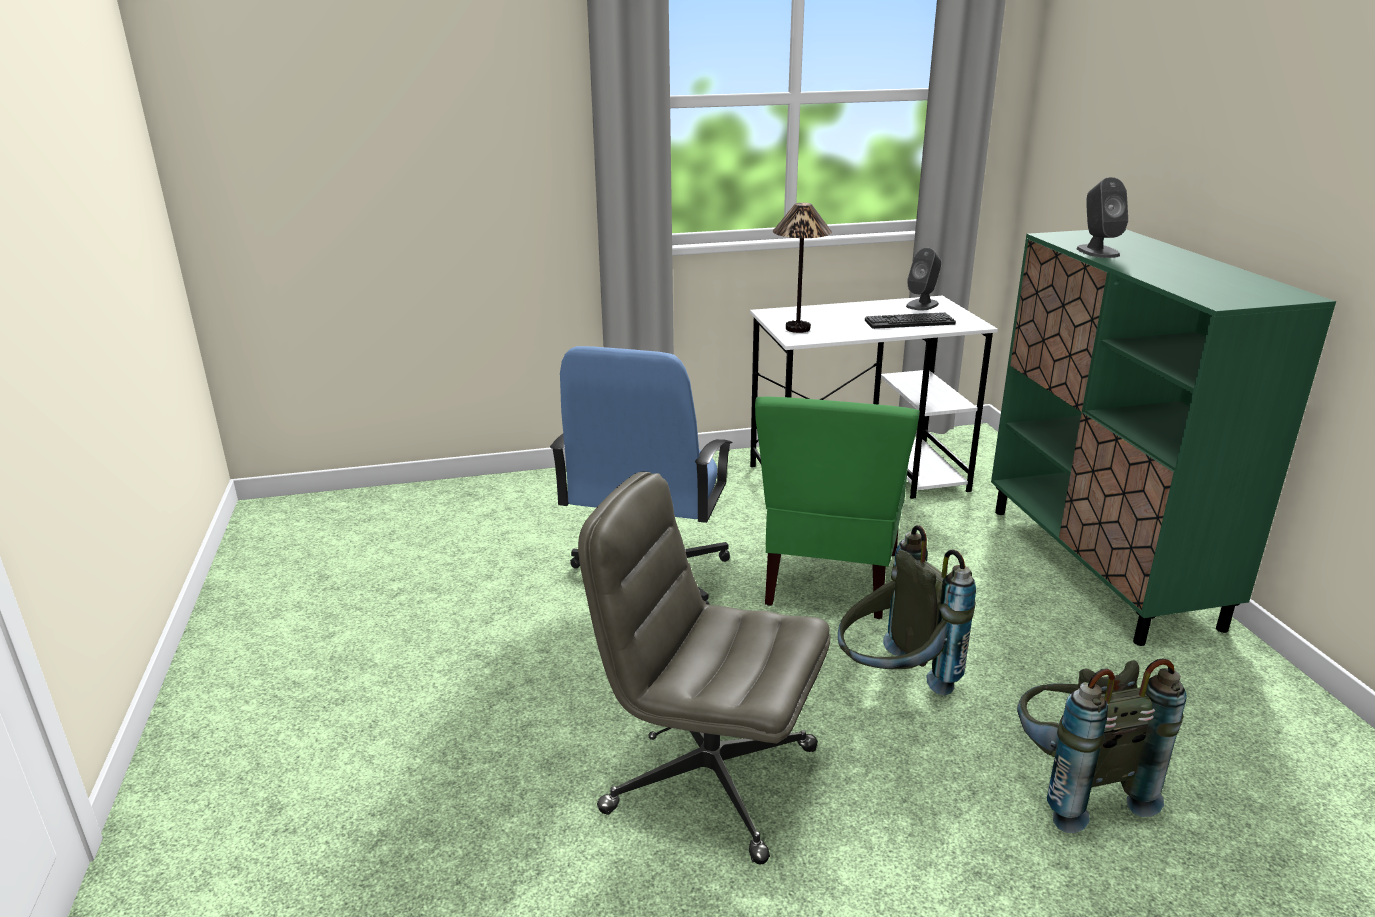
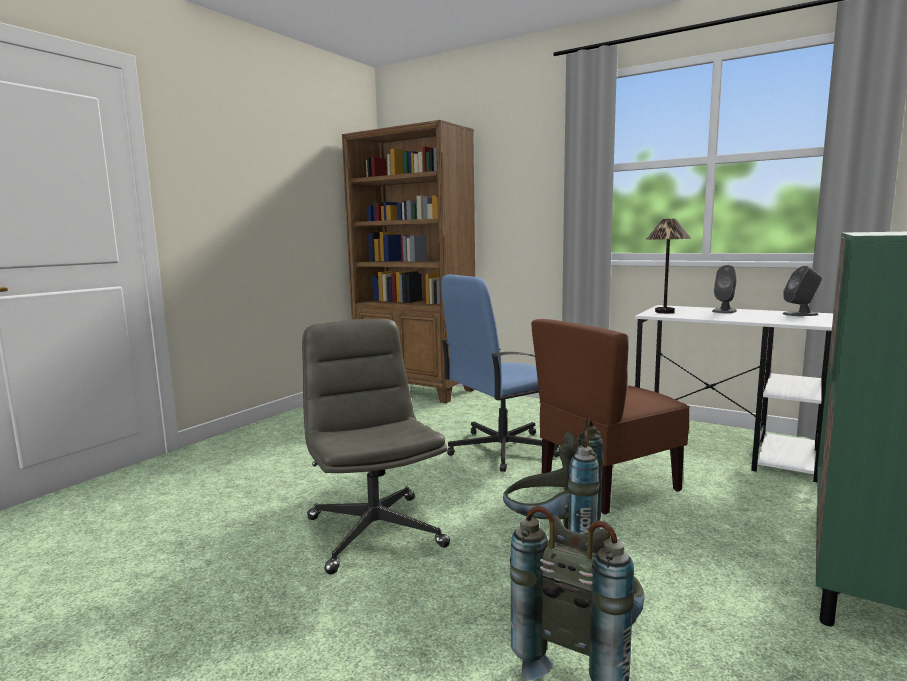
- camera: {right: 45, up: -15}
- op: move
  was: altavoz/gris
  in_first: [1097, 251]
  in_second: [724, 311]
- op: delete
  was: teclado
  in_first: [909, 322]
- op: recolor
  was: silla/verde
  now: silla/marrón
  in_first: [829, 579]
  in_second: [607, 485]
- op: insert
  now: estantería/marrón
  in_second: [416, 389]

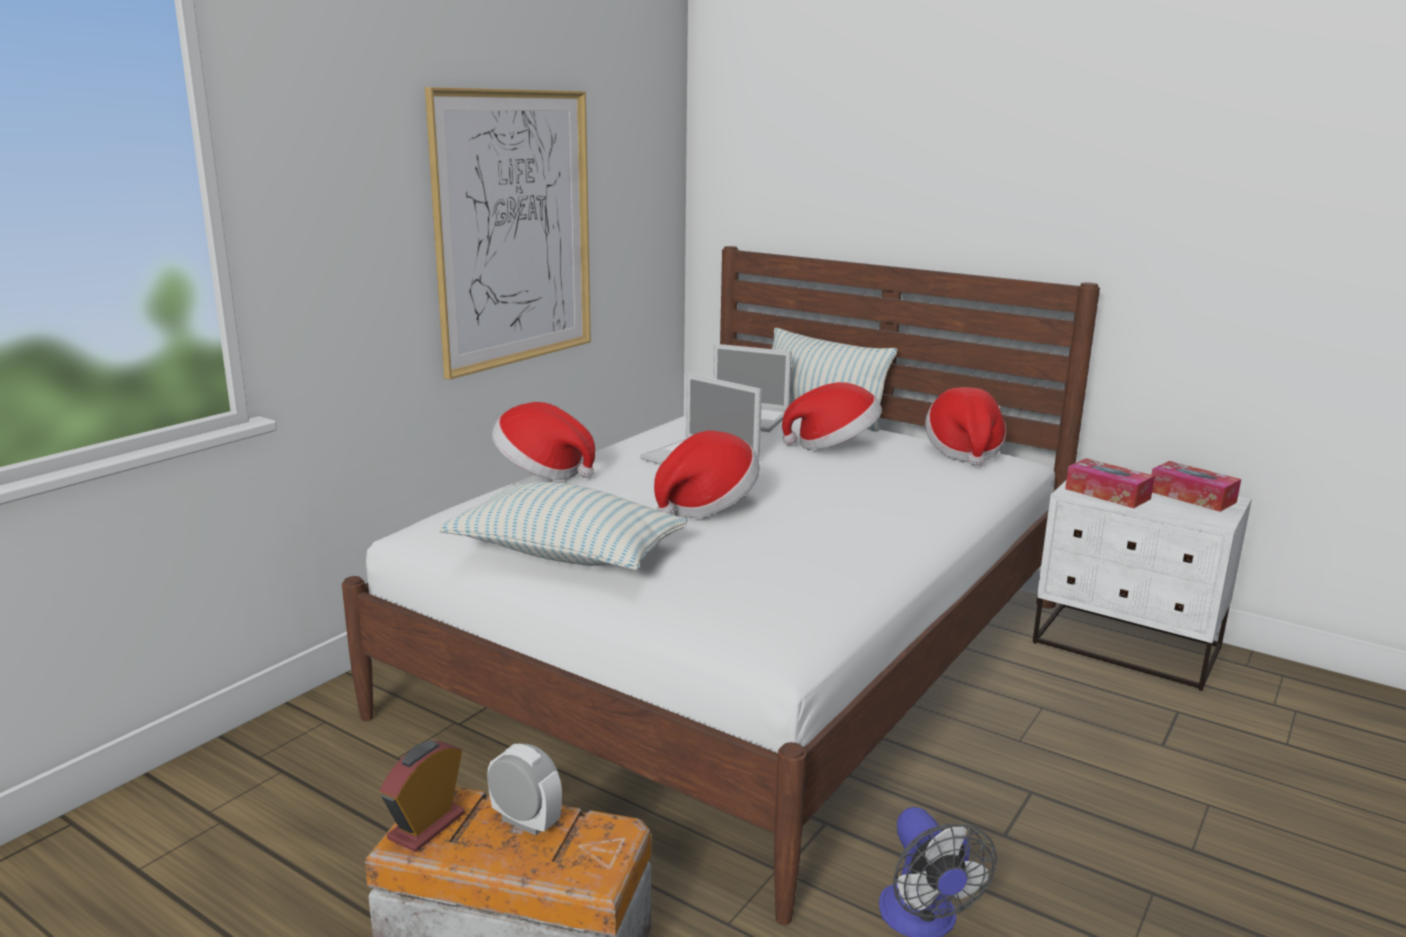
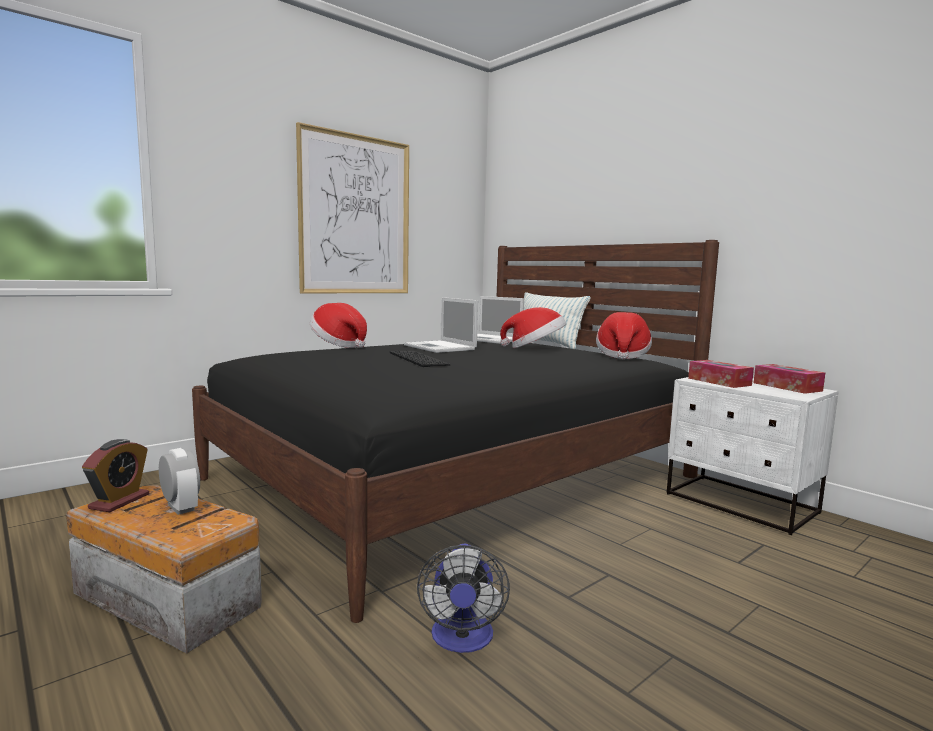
- camera: {right: 15, up: -10}
- op: recolor
  was: cama/blanco
  now: cama/negro
  in_first: [744, 655]
  in_second: [456, 478]
- op: replace
  was: sombrero
  now: teclado
  in_first: [706, 506]
  in_second: [416, 359]
- op: delete
  was: cojín
  in_first: [566, 555]
- op: rotate
  was: despertador
  in_first: [426, 826]
  in_second: [119, 501]
  clockwise: 150

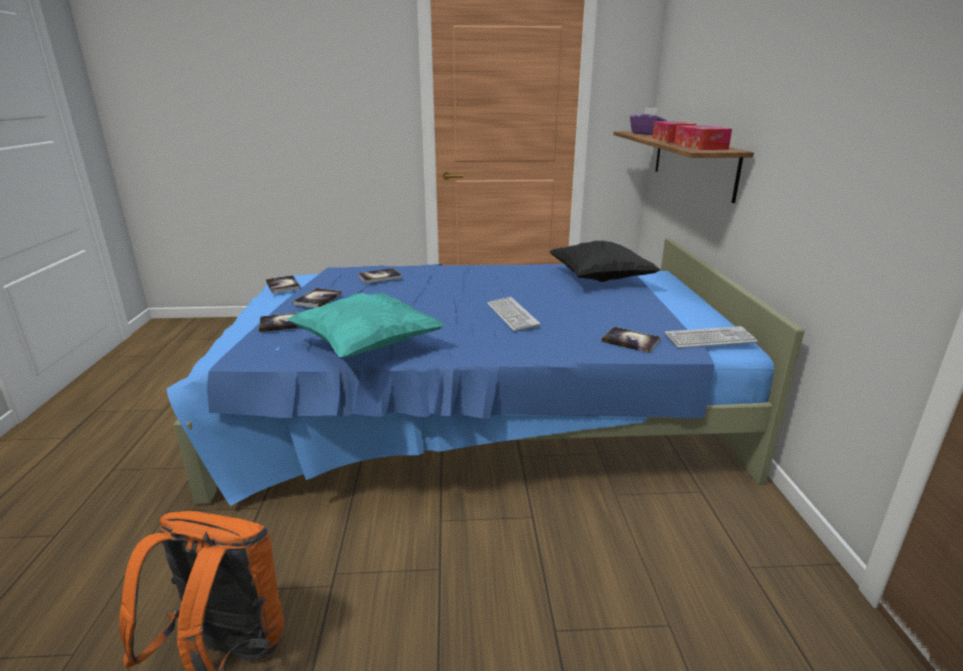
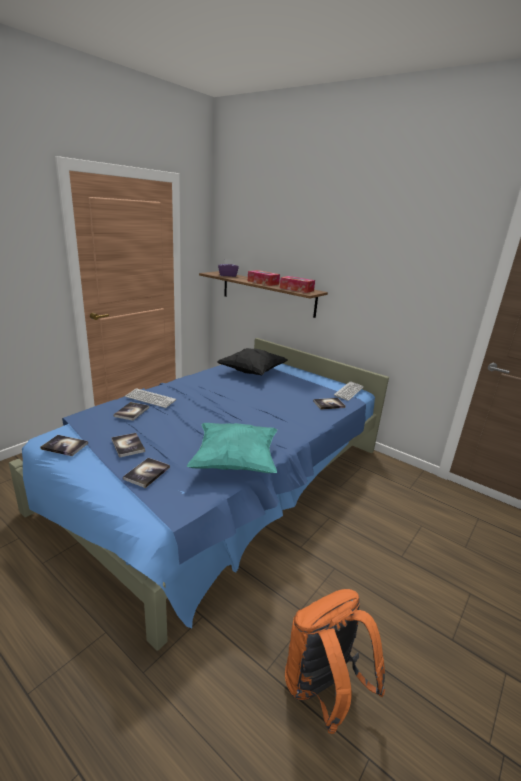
- camera: {right: -50, up: 0}
- op: move
  was: teclado
  in_first: [512, 315]
  in_second: [150, 399]

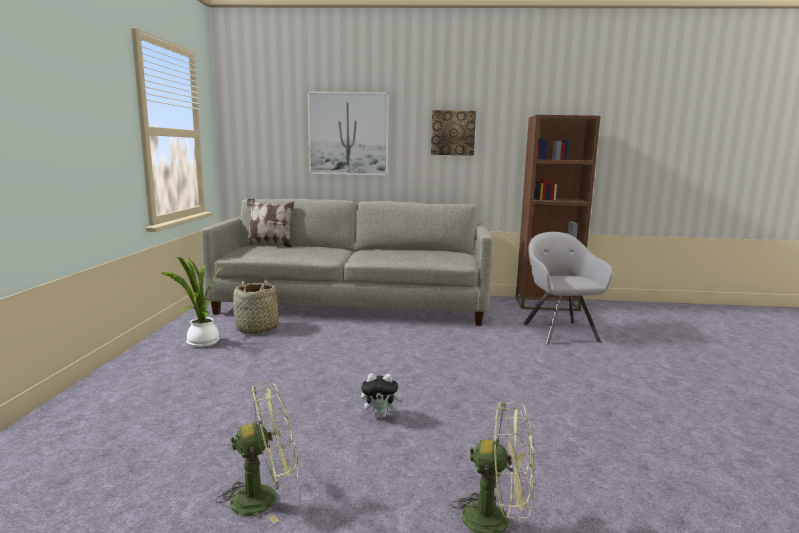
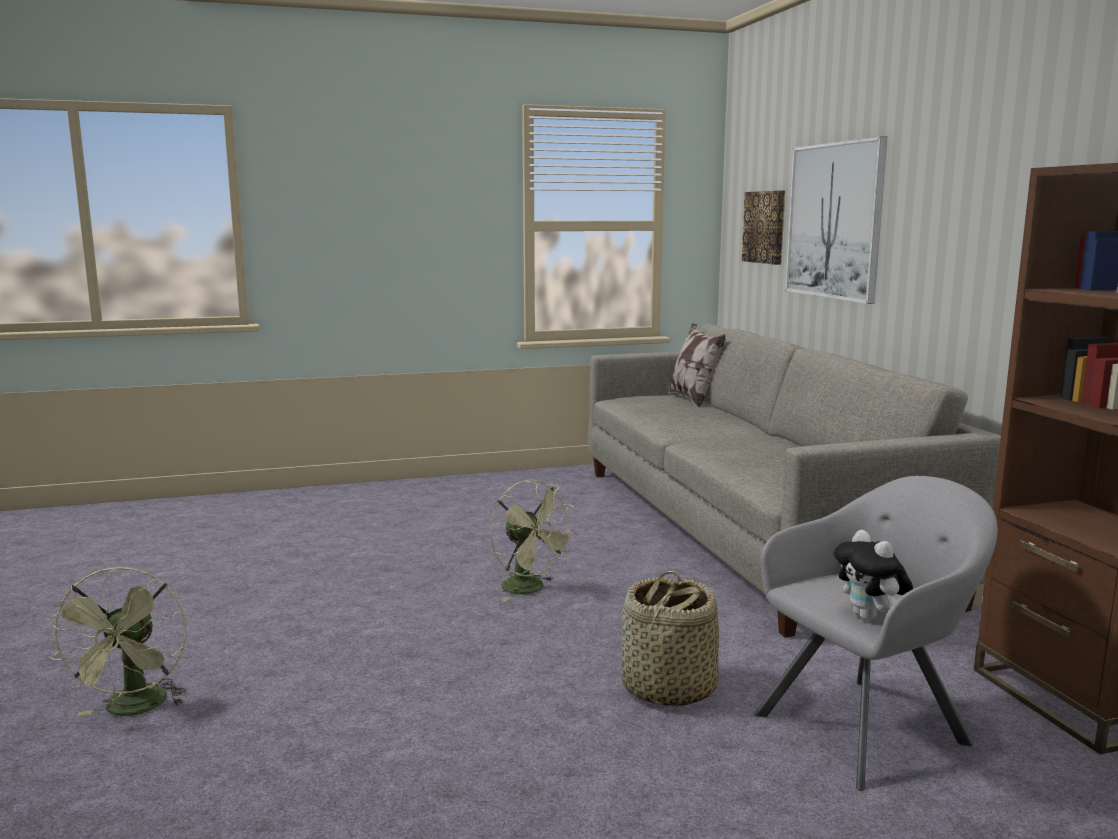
- camera: {right: 70, up: 0}
- op: move
  was: cuadro
  in_first: [453, 133]
  in_second: [765, 227]
- op: delete
  was: planta en maceta
  in_first: [201, 343]
- op: move
  was: cesta
  in_first: [257, 329]
  in_second: [667, 688]
- op: move
  was: peluche
  in_first: [380, 415]
  in_second: [869, 617]
- op: move
  was: ventilador/verde
  in_first: [265, 497]
  in_second: [530, 589]

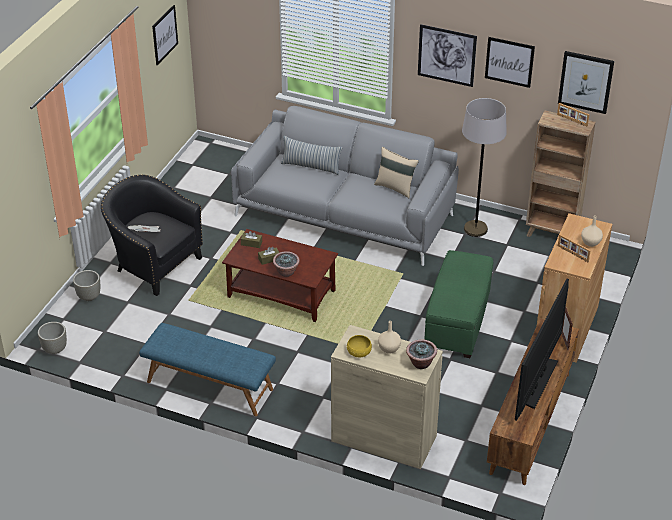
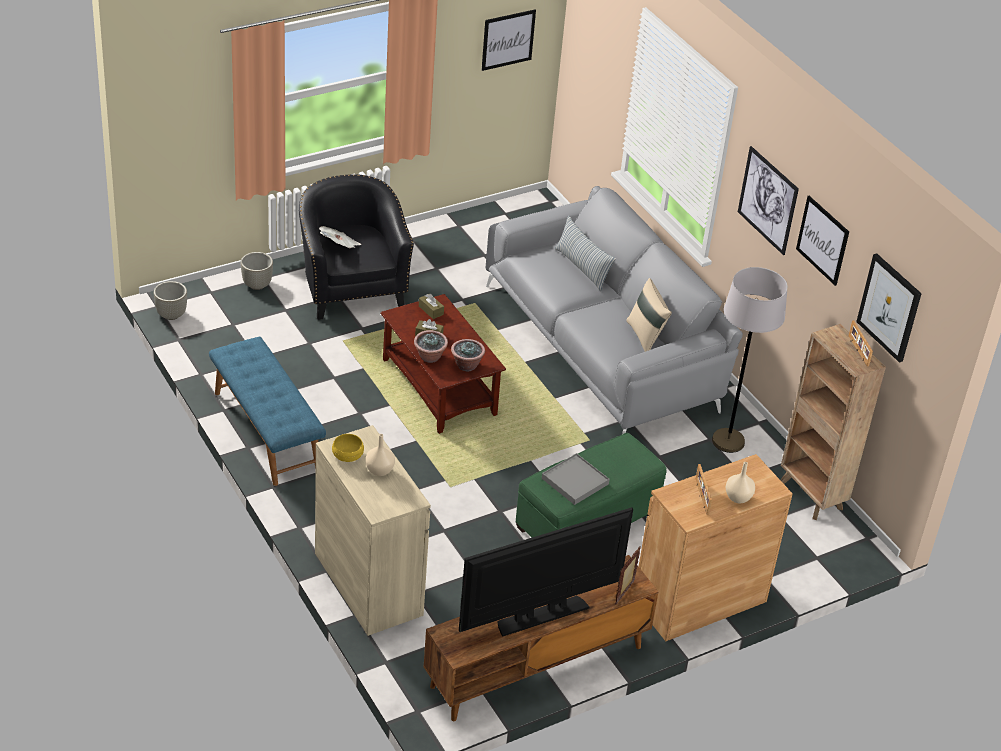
- camera: {right: 35, up: 0}
- op: move
  was: planta en maceta
  in_first: [420, 363]
  in_second: [466, 365]
- op: insert
  now: bandeja/gris
  in_second: [575, 481]

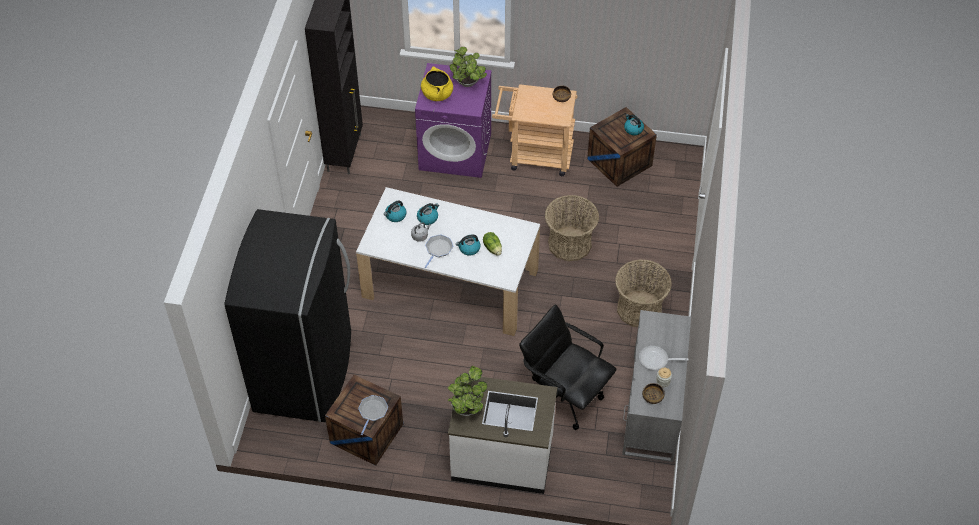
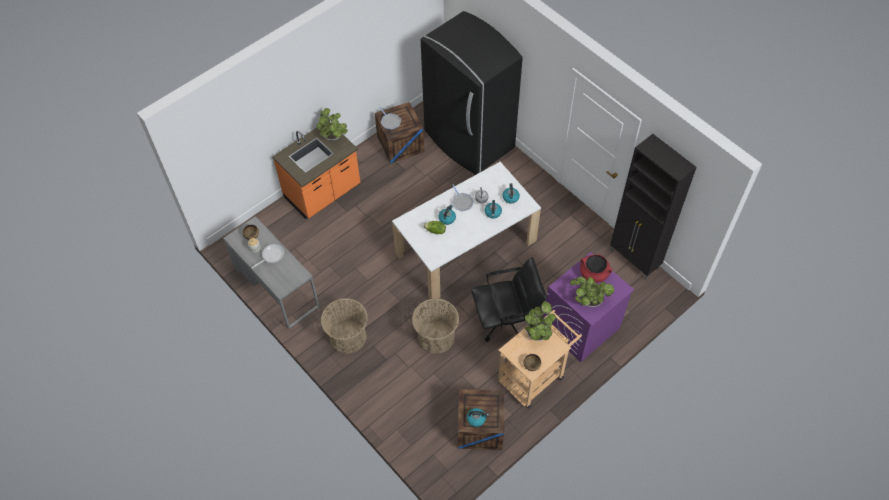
- camera: {right: 130, up: 5}
- op: recolor
  was: olla/amarillo
  now: olla/rojo
  in_first: [437, 94]
  in_second: [594, 274]
- op: move
  was: silla de oficina/negro
  in_first: [564, 396]
  in_second: [506, 321]
- op: recolor
  was: mueble bajo de cocina/blanco
  now: mueble bajo de cocina/naranja
  in_first: [502, 458]
  in_second: [323, 193]
- op: insert
  now: planta en maceta
  in_second: [537, 332]

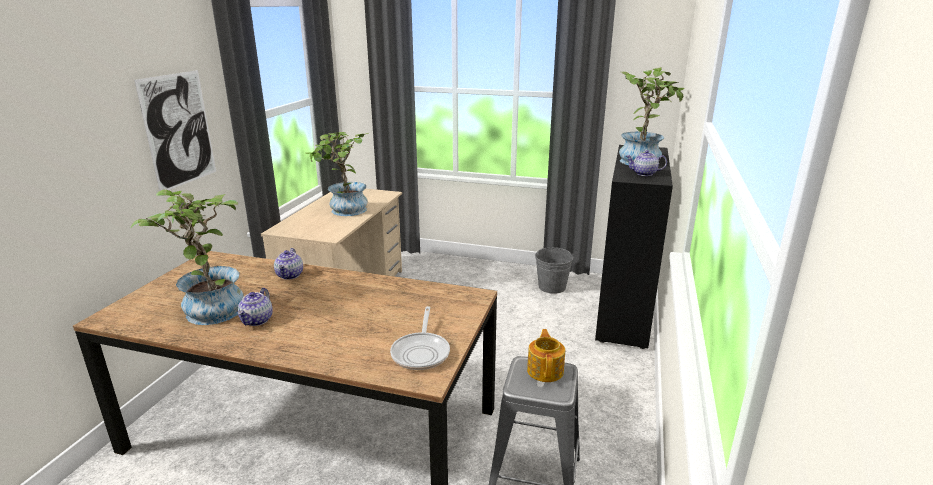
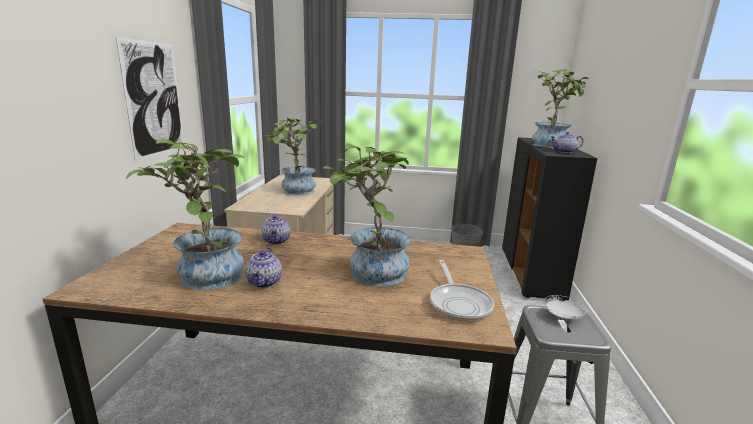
- camera: {right: -10, up: -5}
- op: replace
  was: tetera
  now: plato/blanco
  in_first: [545, 370]
  in_second: [562, 316]
- op: insert
  now: planta en maceta
  in_second: [370, 272]

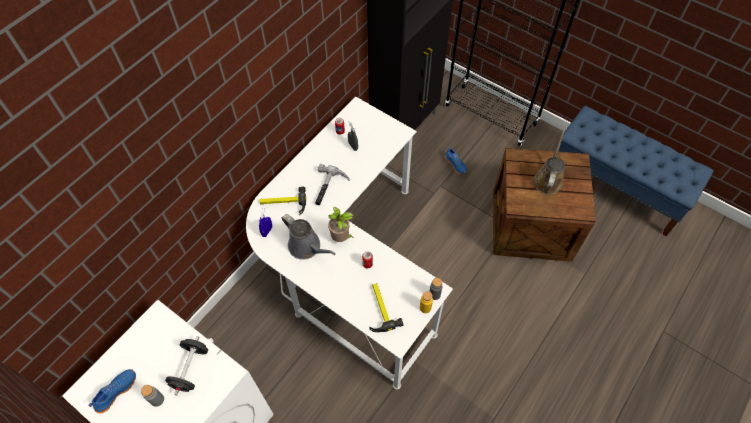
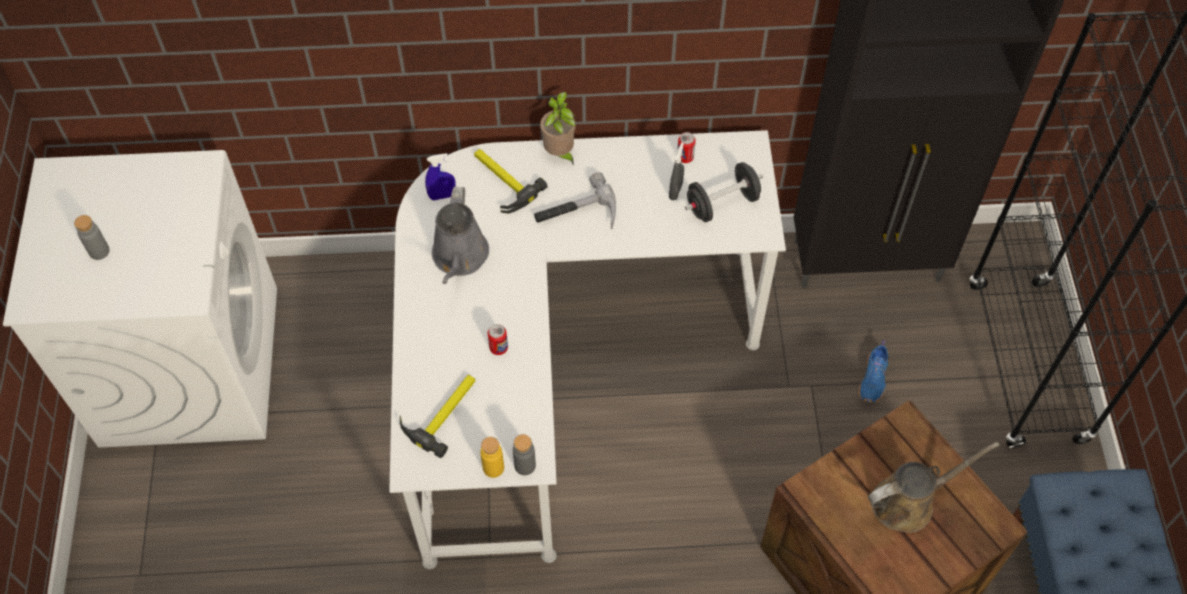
- camera: {right: 50, up: 0}
- op: move
  was: planta en maceta
  in_first: [341, 238]
  in_second: [560, 153]
- op: move
  was: mancuerna/negro
  in_first: [190, 369]
  in_second: [722, 204]
- op: delete
  was: zapato/azul
  in_first: [116, 391]

